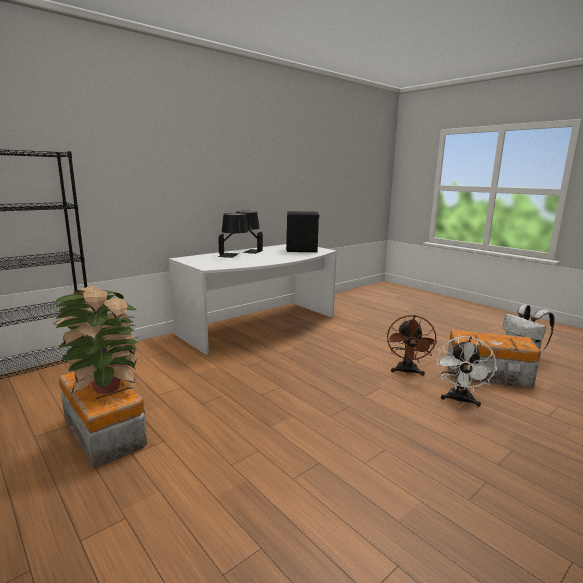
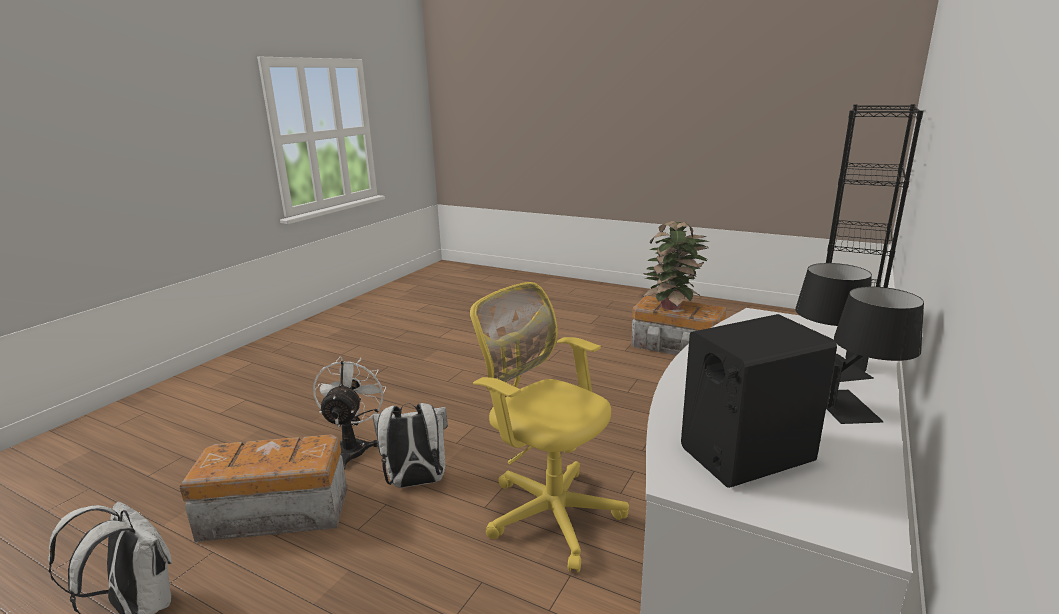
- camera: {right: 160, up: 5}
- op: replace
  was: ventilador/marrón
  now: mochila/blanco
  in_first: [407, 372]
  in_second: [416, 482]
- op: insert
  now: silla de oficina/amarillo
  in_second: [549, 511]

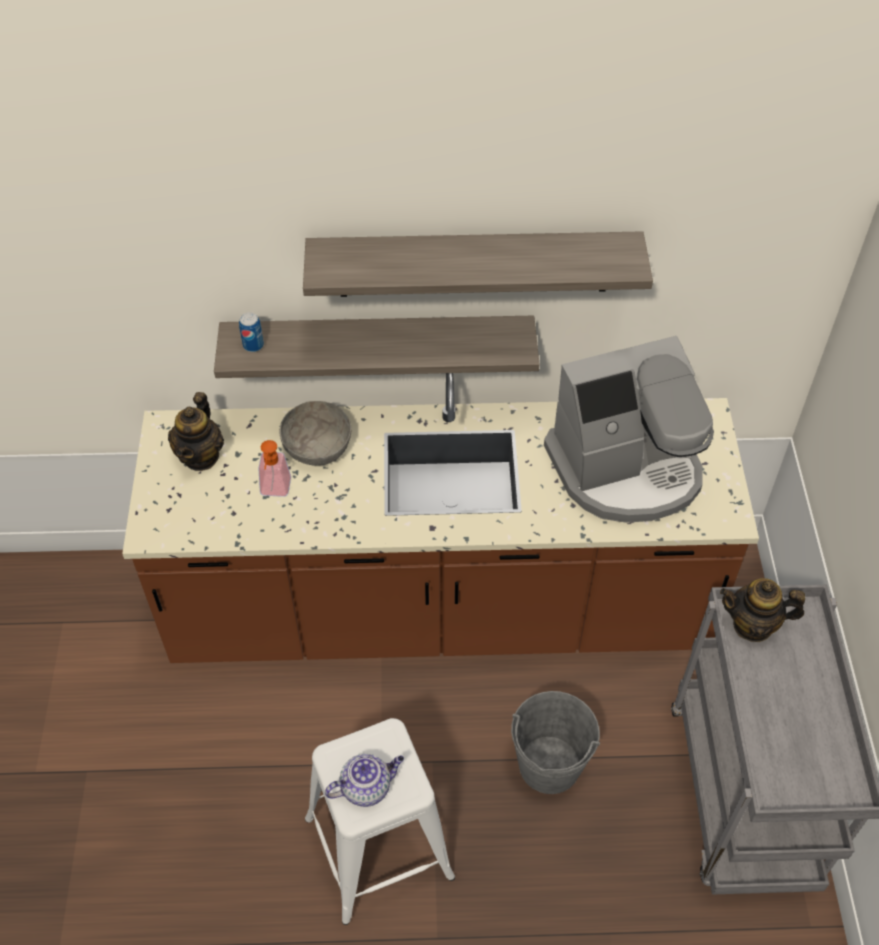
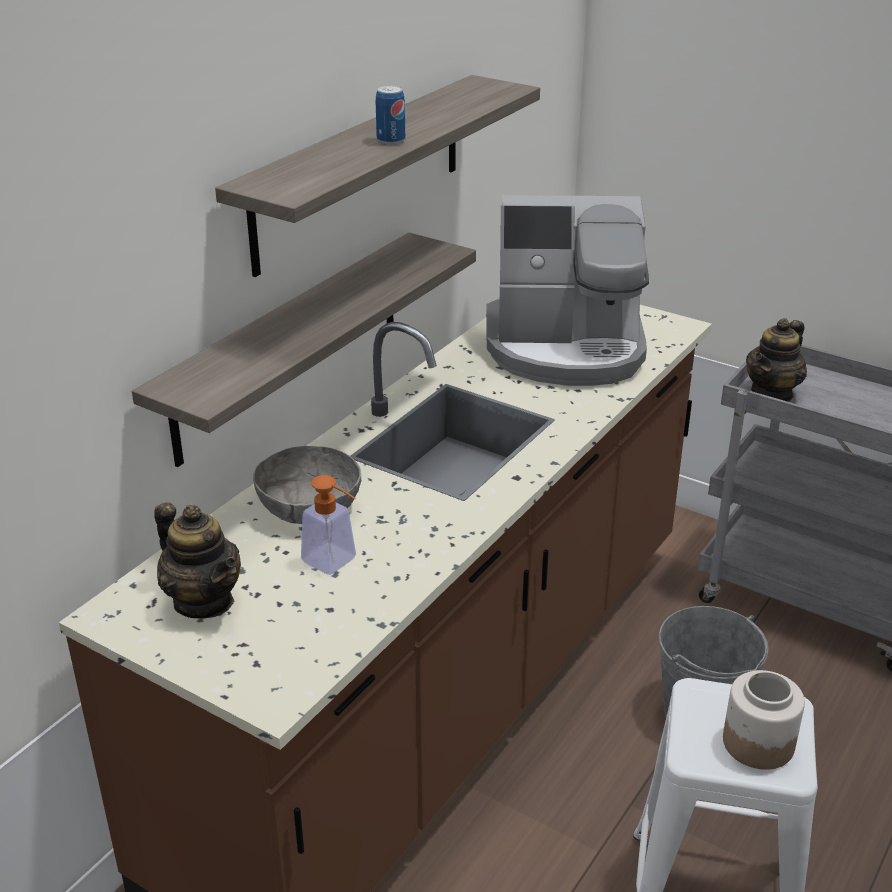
- camera: {right: -55, up: -20}
- op: move
  was: lata
  in_first: [253, 345]
  in_second: [391, 140]
- op: rotate
  was: cafetera
  in_first: [626, 469]
  in_second: [566, 349]
  clockwise: 75
- op: replace
  was: tetera
  now: tarro
  in_first: [366, 787]
  in_second: [757, 742]

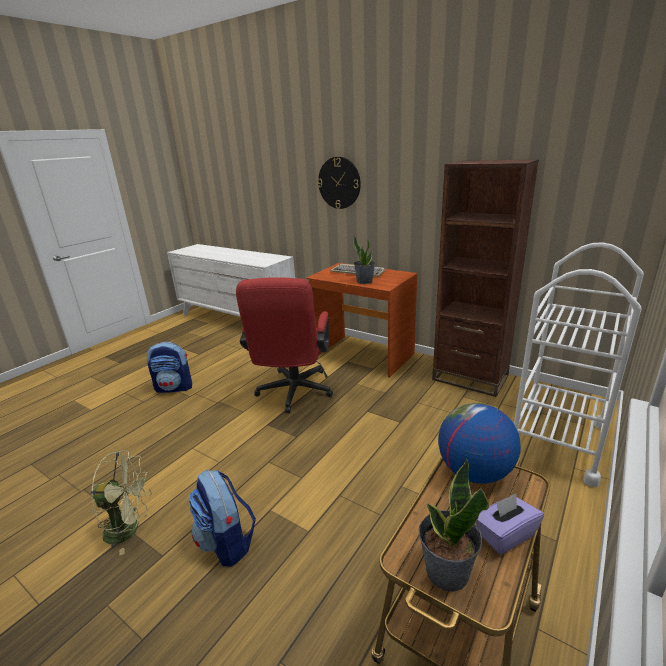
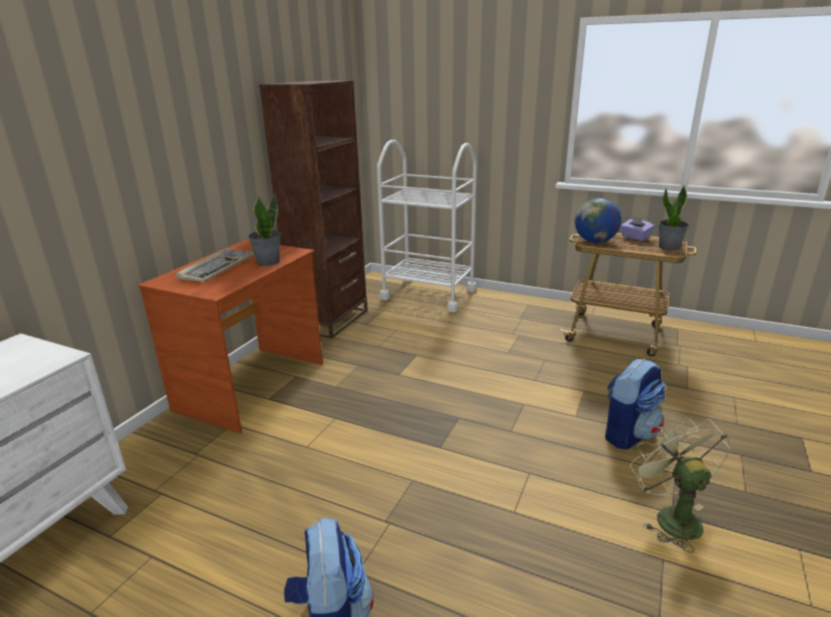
- camera: {right: -100, up: 0}
- op: delete
  was: reloj de pared
  in_first: [339, 183]
- op: delete
  was: silla de oficina/rojo
  in_first: [293, 394]

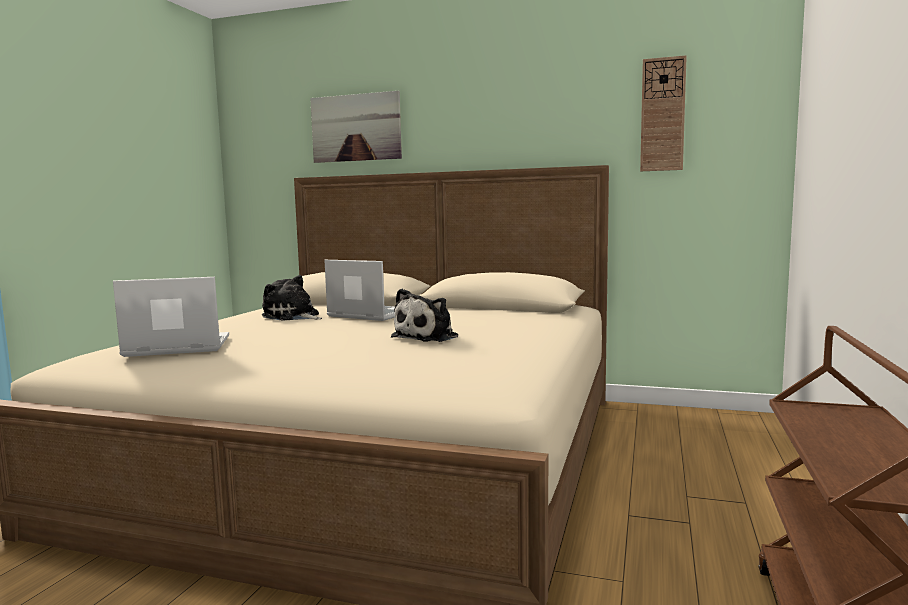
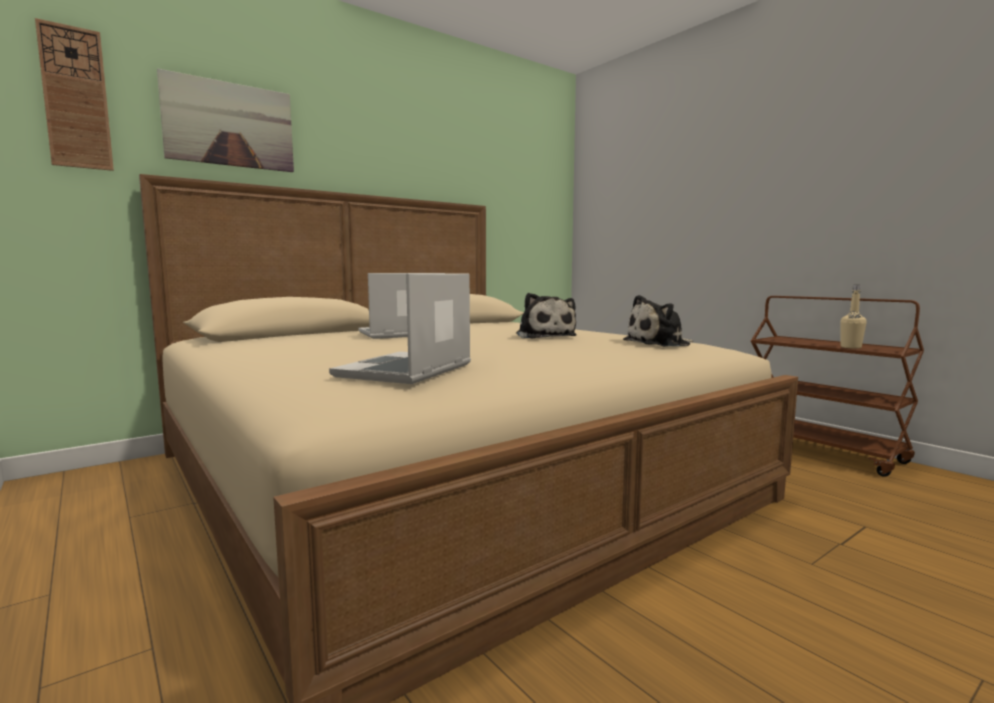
- camera: {right: -55, up: 0}
- op: move
  was: reloj de pared
  in_first: [662, 115]
  in_second: [76, 98]
- op: move
  was: peluche
  in_first: [292, 316]
  in_second: [660, 343]
- op: insert
  now: botella/beis
  in_second: [850, 347]

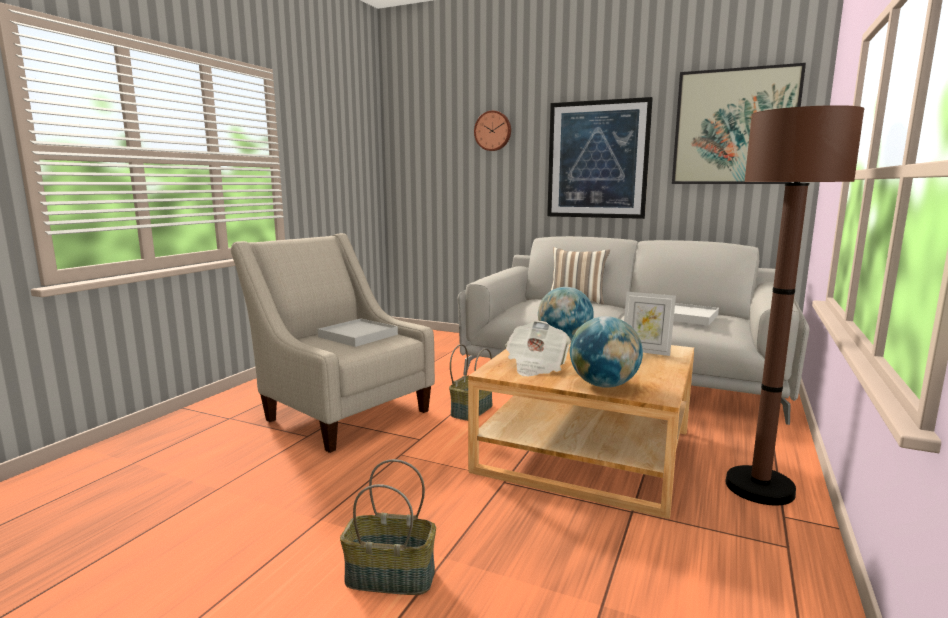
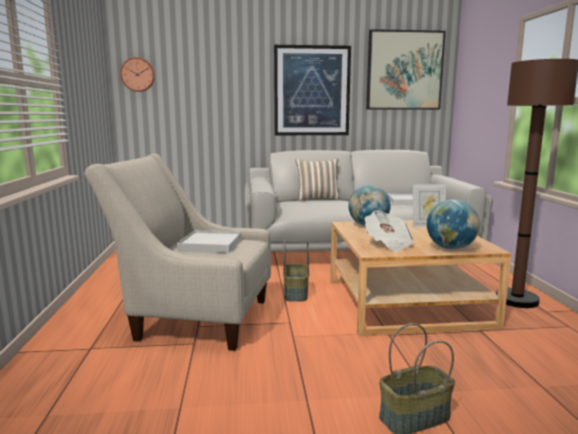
- camera: {right: -30, up: 0}
- op: move
  was: reloj de pared
  in_first: [493, 131]
  in_second: [138, 74]

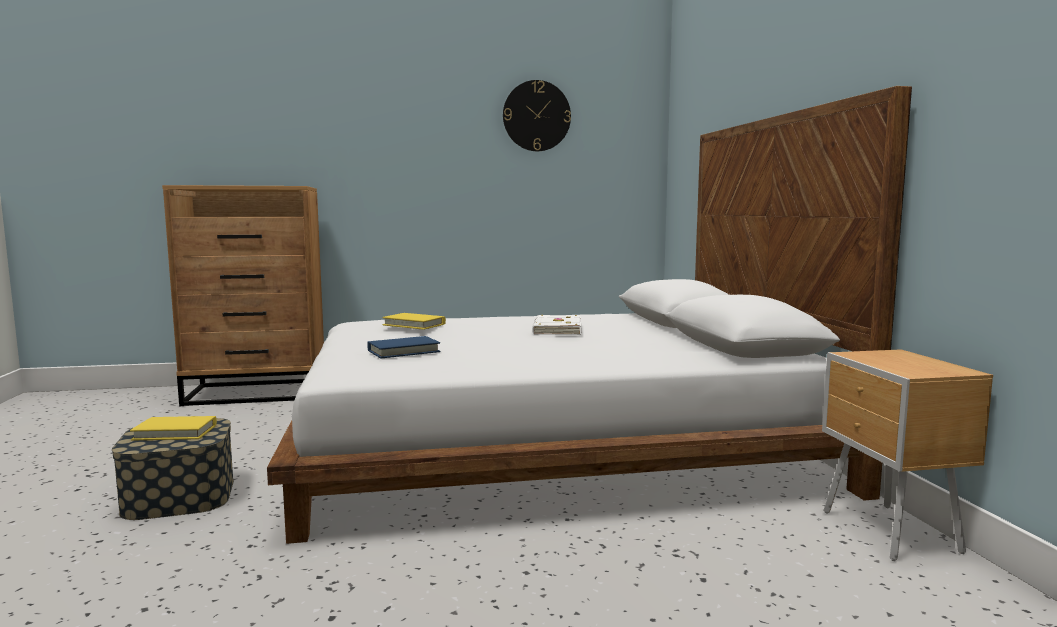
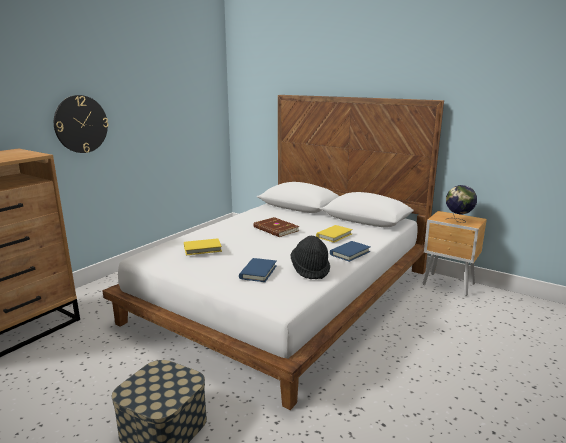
- camera: {right: -45, up: 10}
- op: move
  was: reloj de pared
  in_first: [536, 116]
  in_second: [81, 124]
- op: recolor
  was: libro/blanco
  now: libro/marrón
  in_first: [556, 329]
  in_second: [275, 229]
- op: move
  was: libro/amarillo
  in_first: [175, 432]
  in_second: [334, 235]
- op: insert
  now: globo terráqueo
  in_second: [458, 221]
- op: insert
  now: sombrero/negro
  in_second: [310, 269]
- op: insert
  now: libro/azul
  in_second: [350, 253]

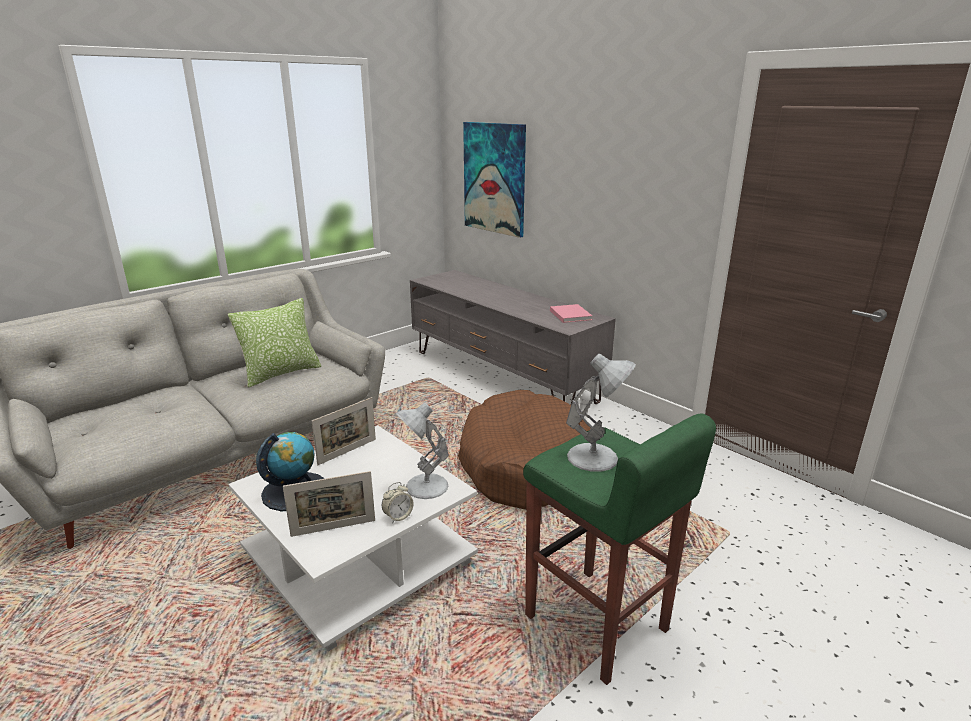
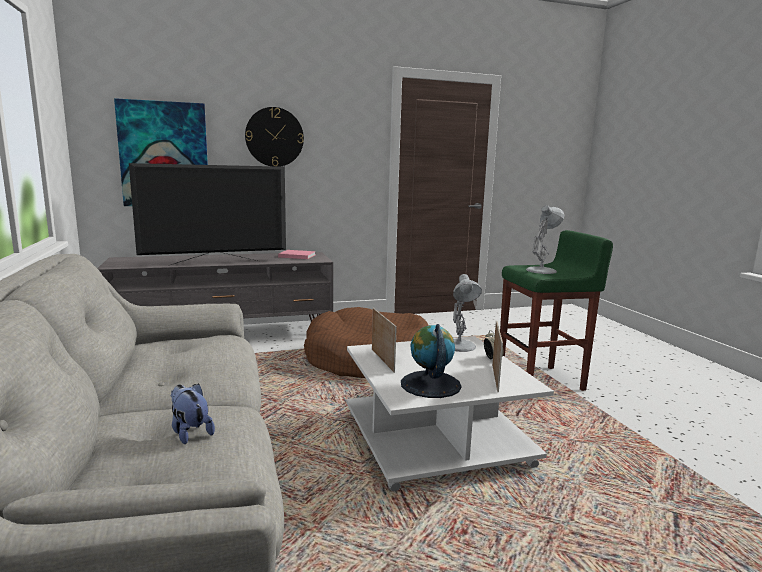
- camera: {right: -65, up: -10}
- op: delete
  was: cojín
  in_first: [281, 373]
- op: insert
  now: reloj de pared
  in_second: [274, 137]
- op: insert
  now: televisor
  in_second: [215, 263]
- op: insert
  now: peluche
  in_second: [190, 432]

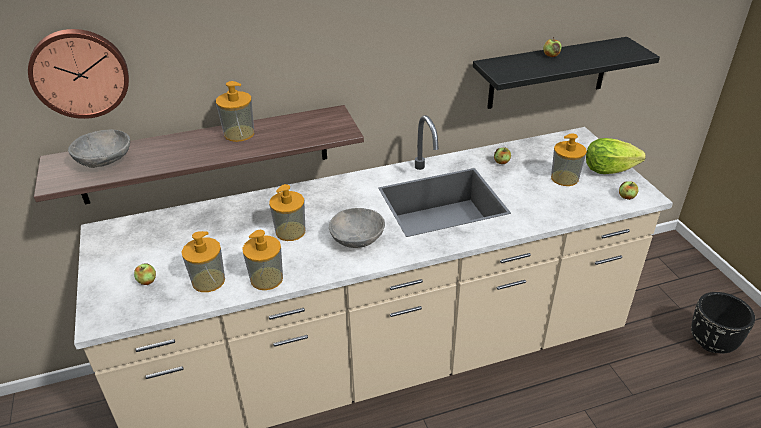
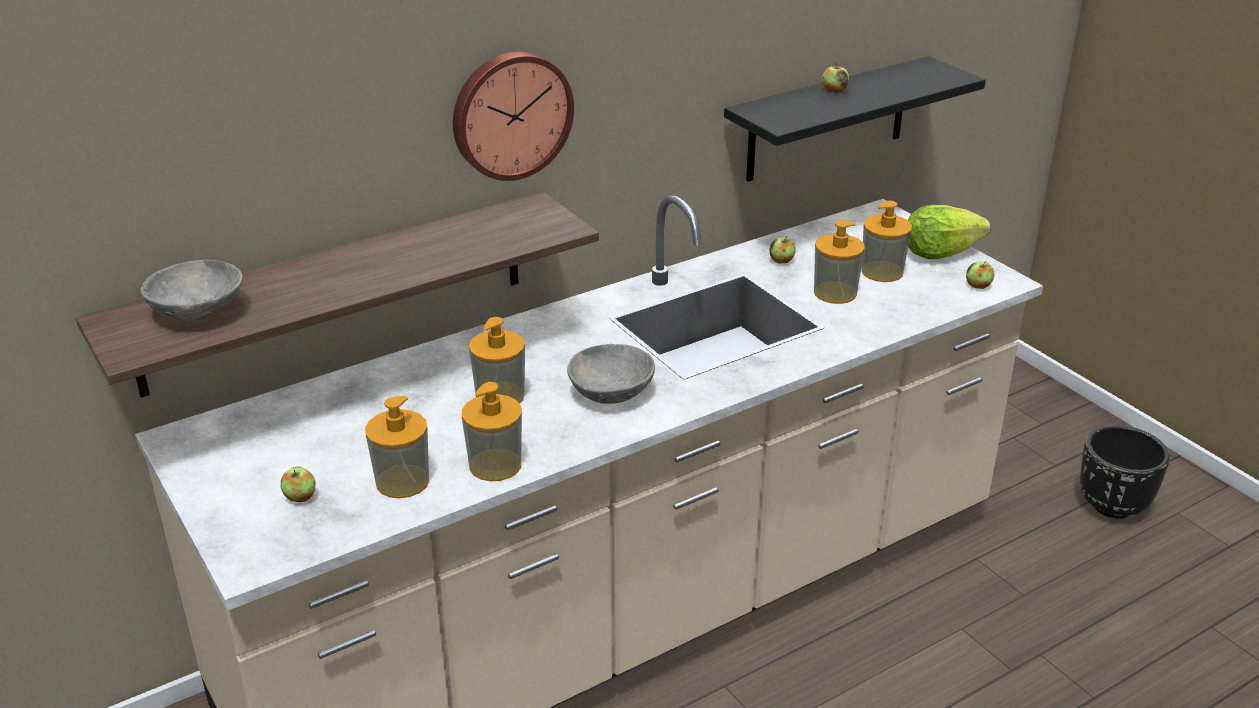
- camera: {right: -15, up: -5}
- op: move
  was: reloj de pared
  in_first: [80, 72]
  in_second: [510, 114]
- op: move
  was: dispensador de jabón
  in_first: [239, 133]
  in_second: [835, 293]

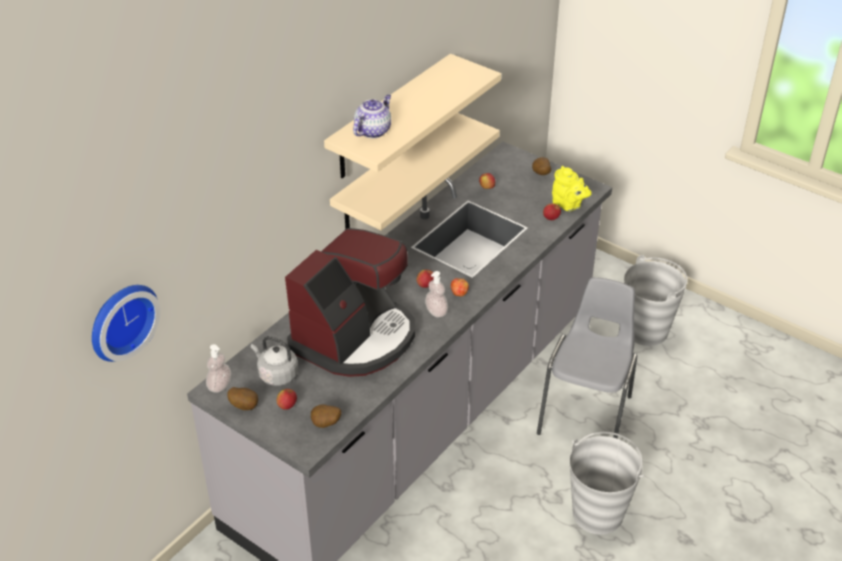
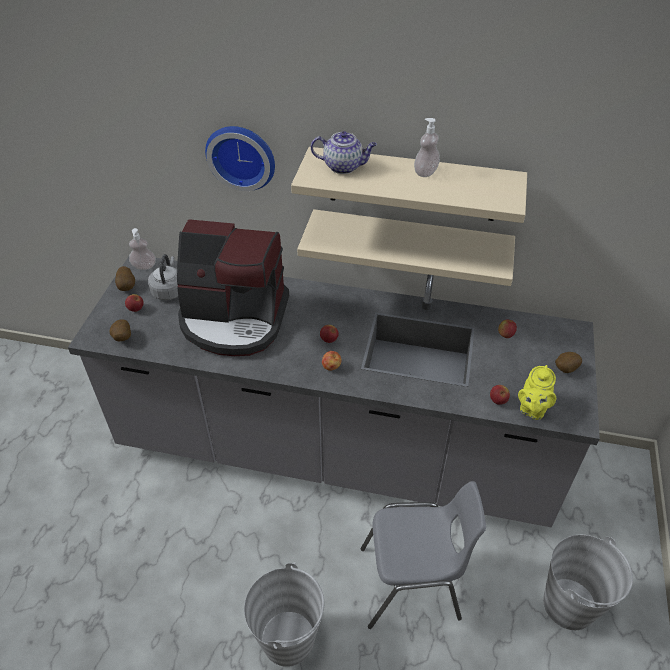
- camera: {right: 65, up: 5}
- op: move
  was: dispensador de jabón
  in_first: [436, 312]
  in_second: [425, 172]
- op: move
  was: reloj de pared
  in_first: [120, 319]
  in_second: [242, 155]

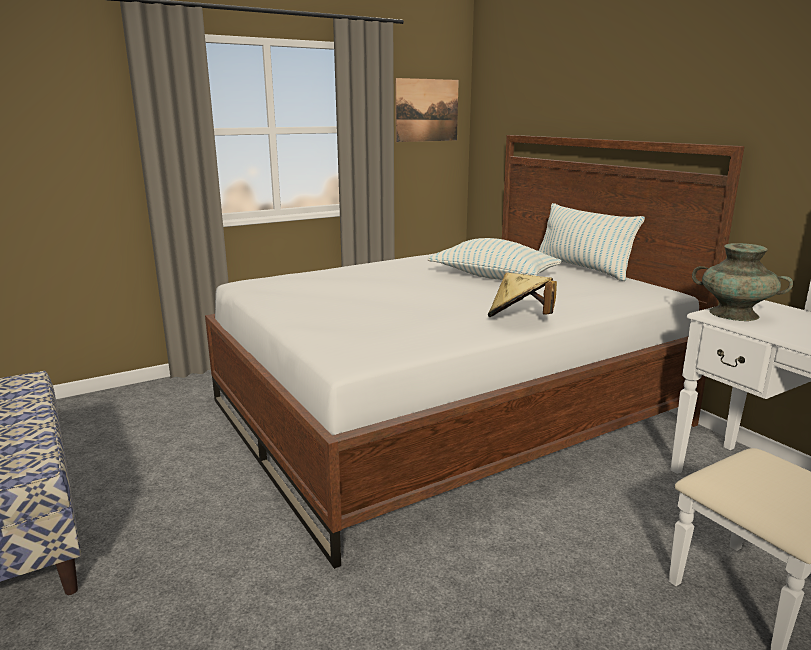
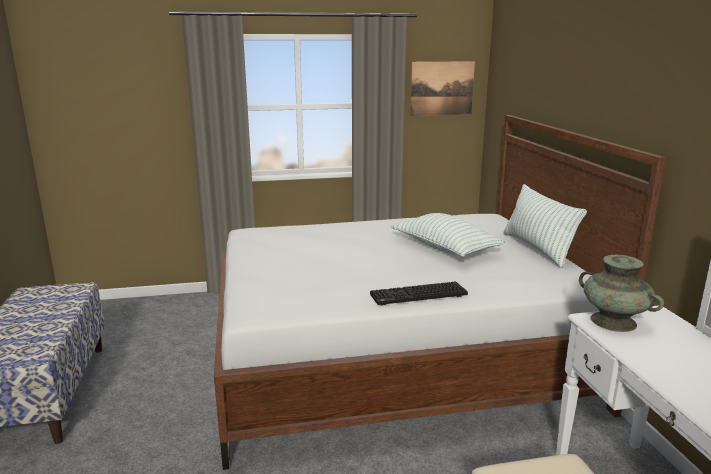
- camera: {right: 20, up: 0}
- op: replace
  was: sombrero/beis
  now: teclado
  in_first: [519, 319]
  in_second: [418, 295]

